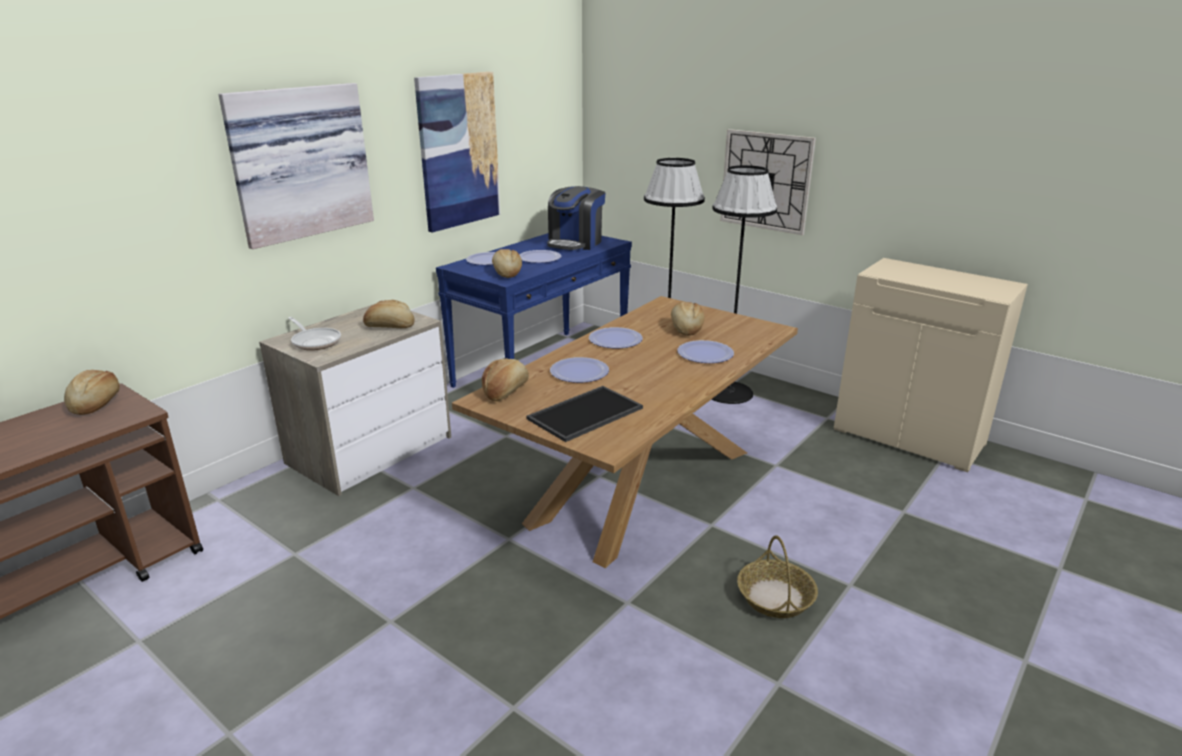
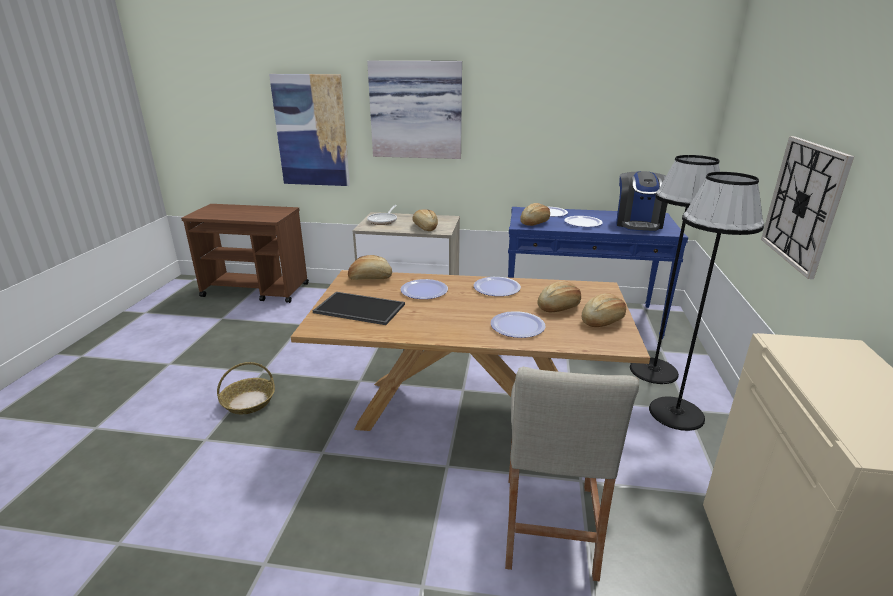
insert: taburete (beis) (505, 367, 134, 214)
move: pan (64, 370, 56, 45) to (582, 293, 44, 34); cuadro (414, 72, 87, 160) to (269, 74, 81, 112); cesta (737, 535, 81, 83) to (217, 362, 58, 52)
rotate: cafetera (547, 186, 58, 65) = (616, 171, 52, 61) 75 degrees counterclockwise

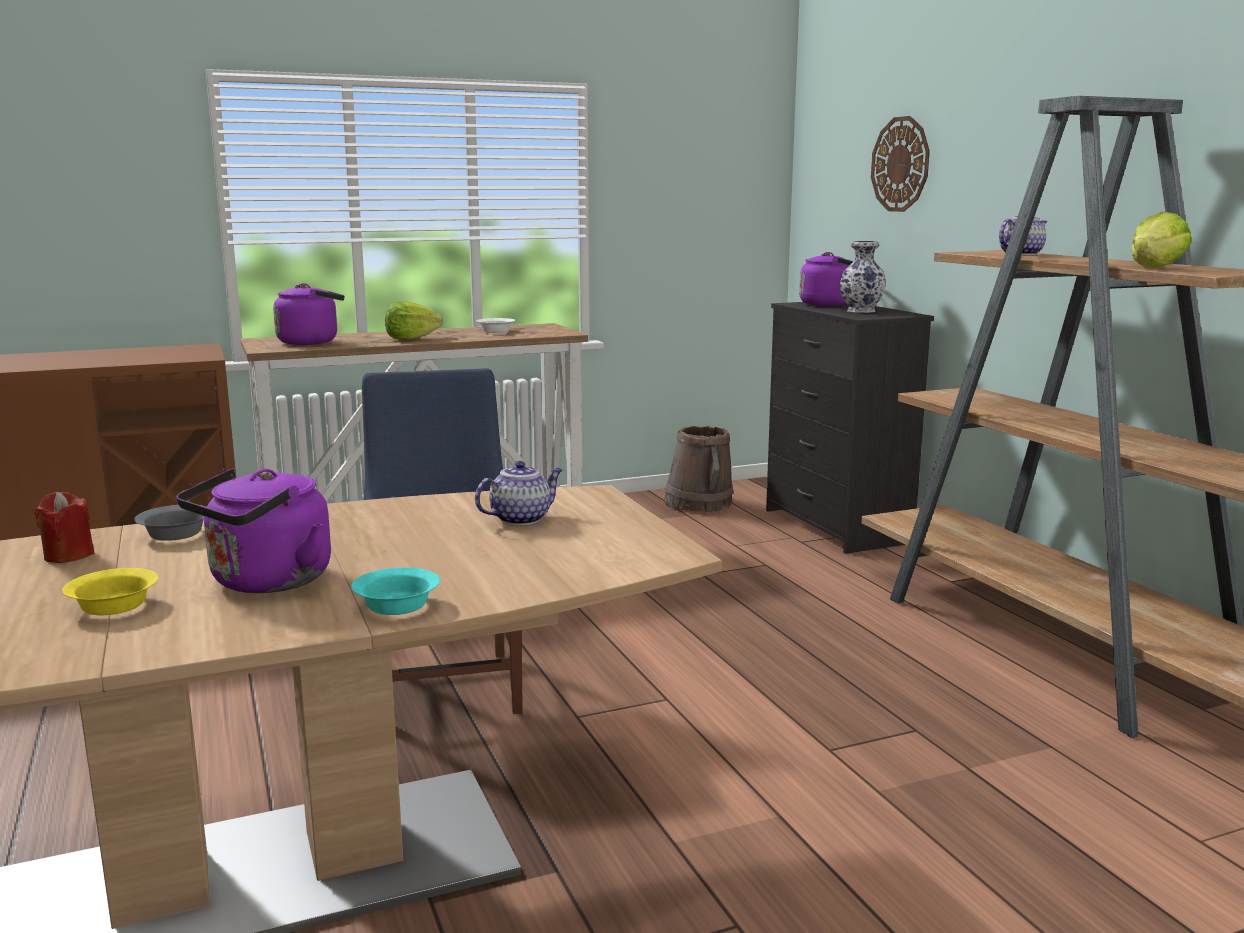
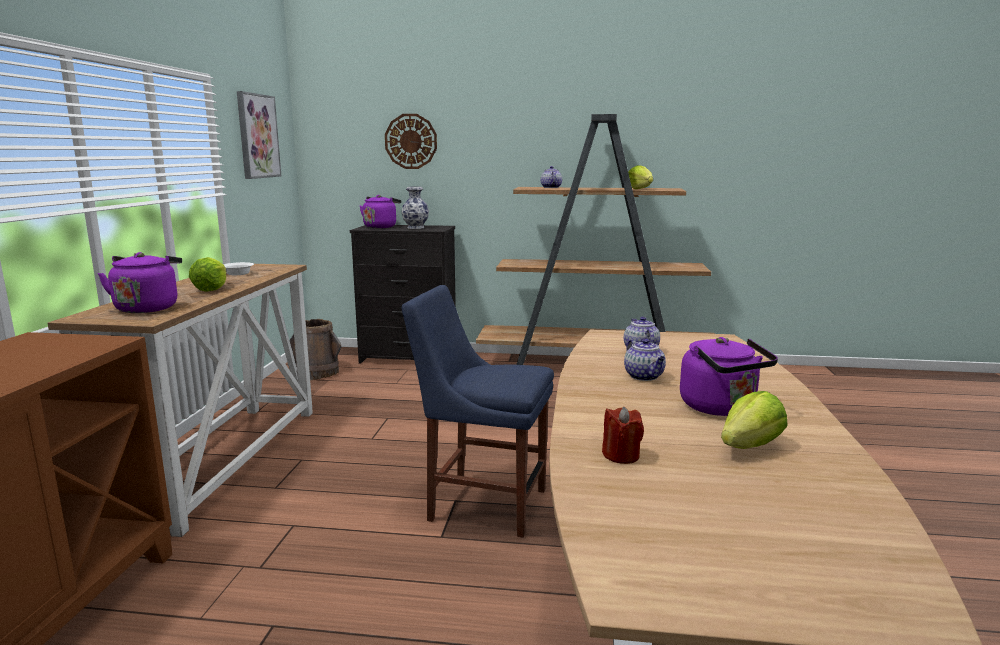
delete: cuenco (gris) (134, 505, 73, 36); cuenco (turquesa) (351, 567, 89, 48)
insert: cuadro (237, 91, 44, 88); tetera (624, 339, 42, 42)
replace: cuenco (amarillo) (62, 568, 96, 47) to lechuga (721, 391, 67, 58)

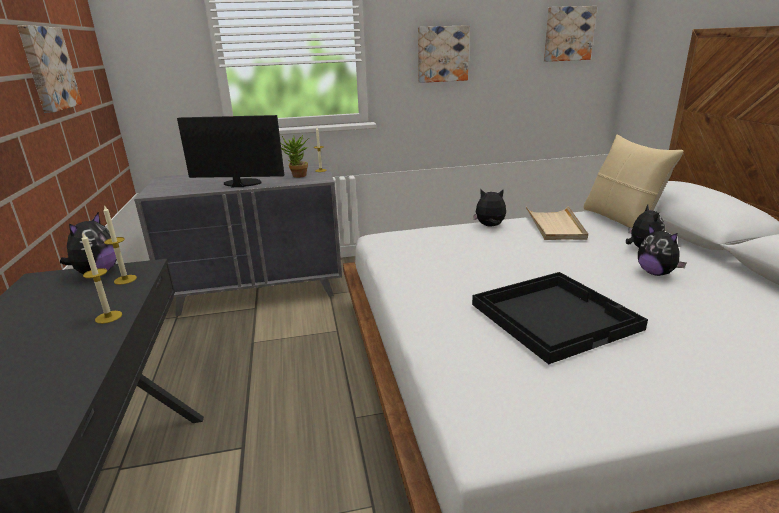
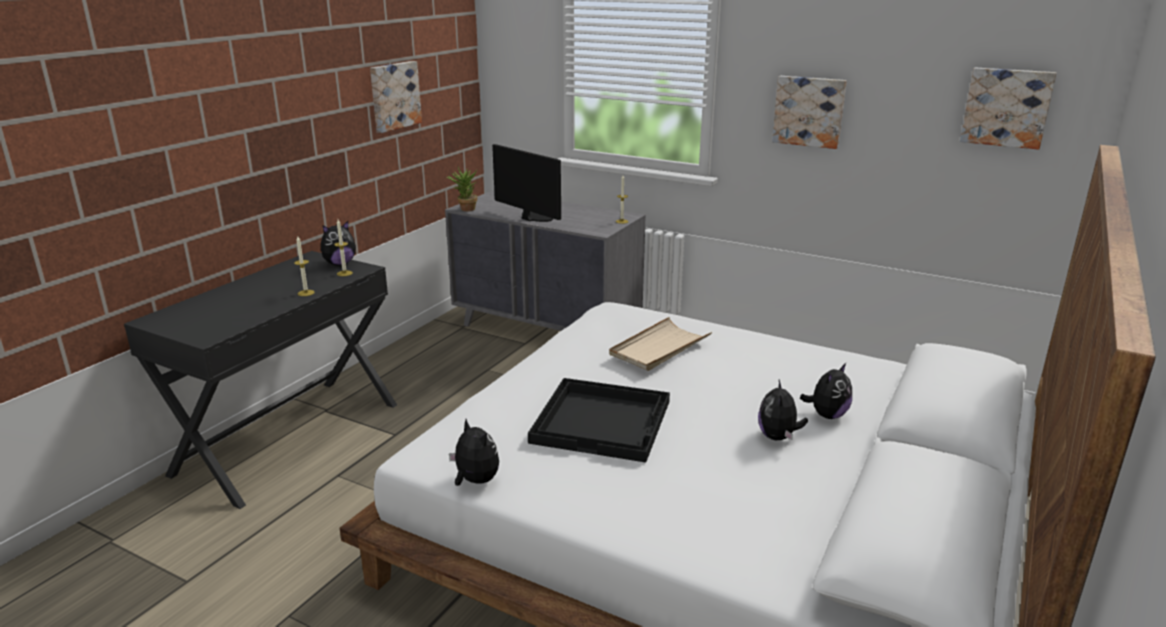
delete: cojín (beis) (584, 135, 100, 93)
move: planta en maceta (281, 135, 28, 43) to (446, 167, 31, 44); peluche (473, 189, 33, 37) to (449, 419, 50, 67); bandeja (beis) (526, 206, 62, 34) to (609, 317, 103, 54)

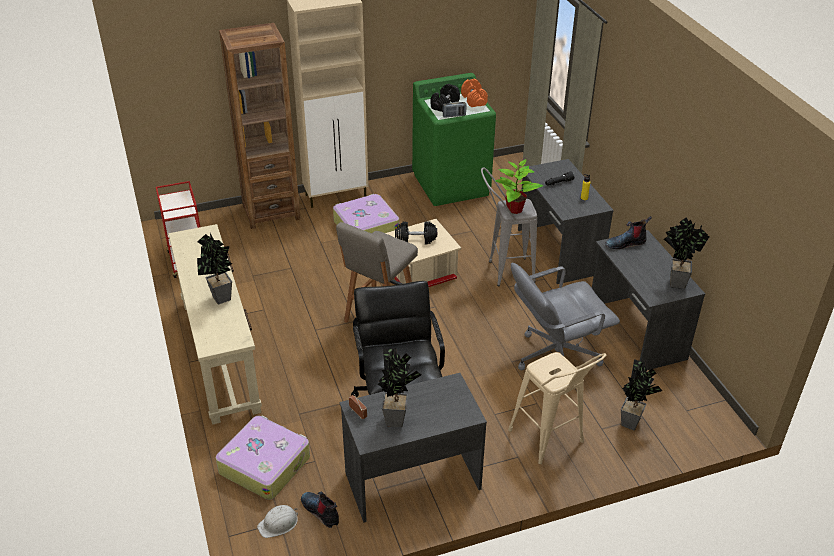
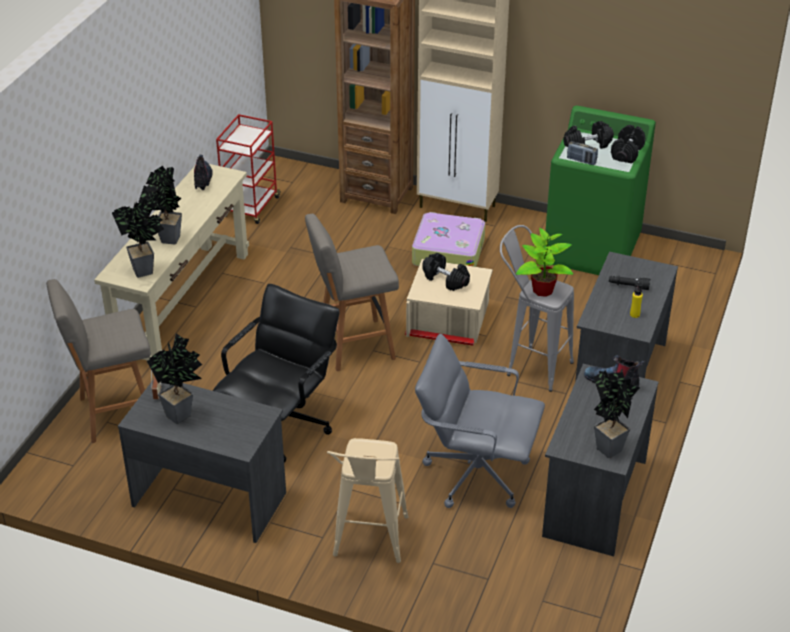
delete: casco (blanco) (257, 505, 41, 33)
move: bota (301, 491, 38, 37) to (194, 155, 19, 35); planta en maceta (621, 359, 41, 71) to (112, 196, 52, 82)
replace: maleta (216, 415, 94, 85) to taburete (gris) (46, 279, 105, 164)
recolor: mancuerna (naranja) (461, 79, 27, 28) to mancuerna (negro) (611, 125, 34, 39)

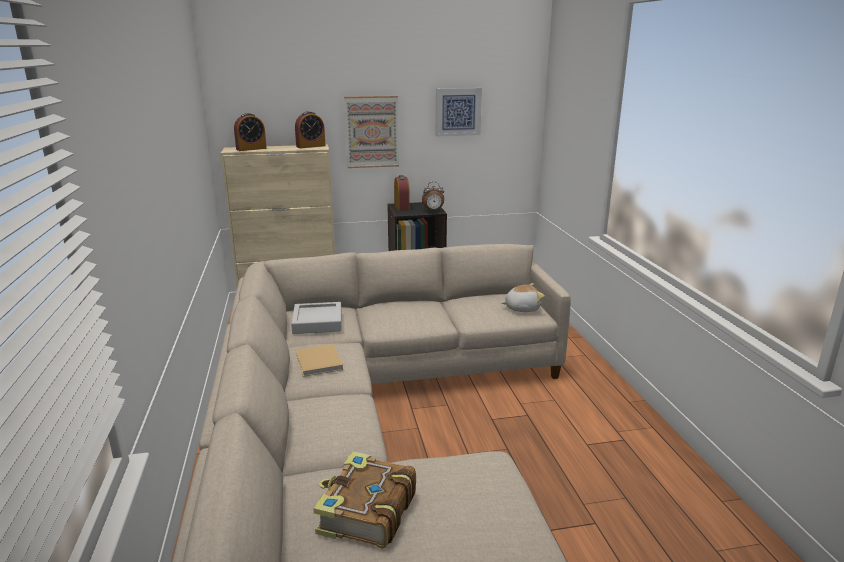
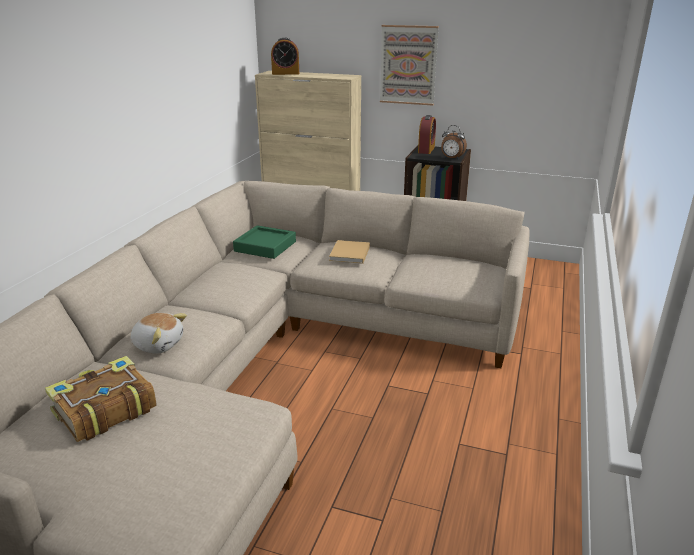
delete: despertador (295, 111, 30, 37); cuadro (436, 88, 46, 48)
move: libro (beis) (296, 344, 47, 33) to (329, 240, 41, 24); peluche (502, 283, 43, 29) to (130, 313, 57, 41)
recolor: bandeja (gris) (291, 302, 51, 32) to bandeja (verde) (233, 225, 63, 34)

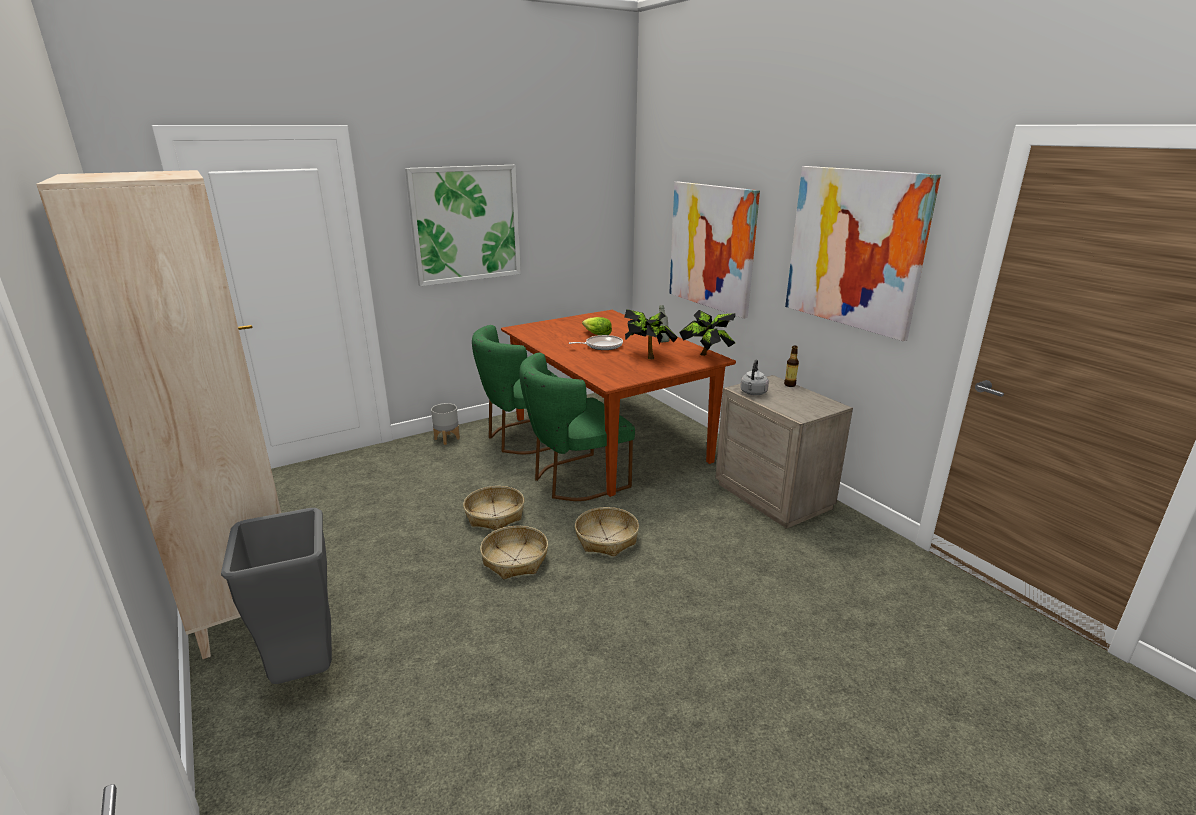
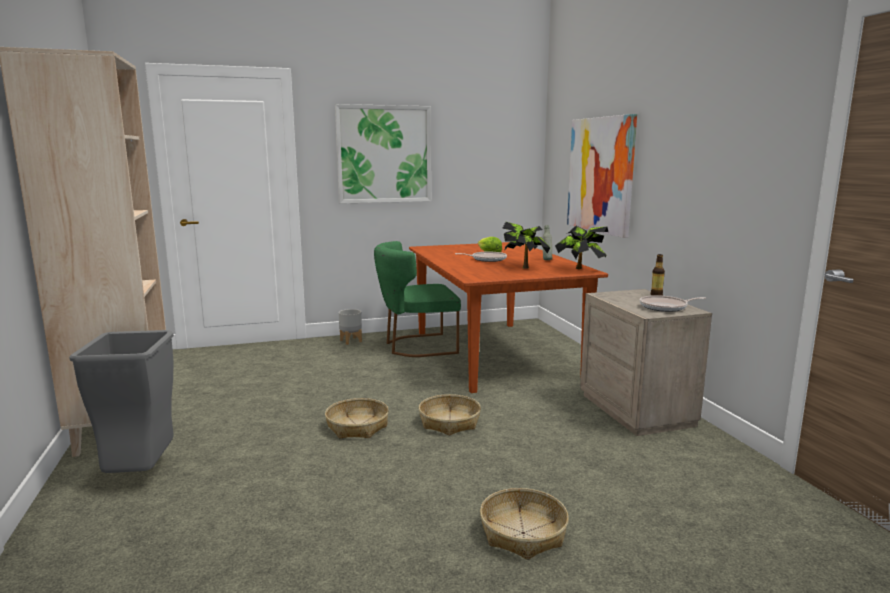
delete: silla (verde) (519, 353, 116, 148); hervidor (gris) (740, 359, 29, 36); cuadro (785, 166, 156, 175)
insert: sartén (640, 295, 66, 17)
move: cesta (463, 486, 61, 44) to (480, 488, 89, 72)

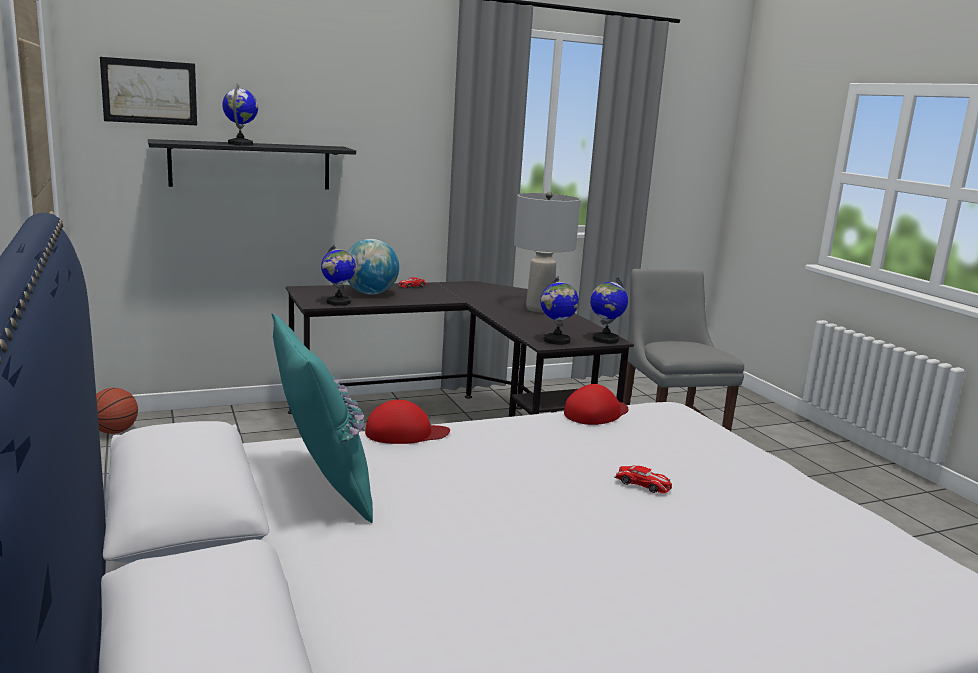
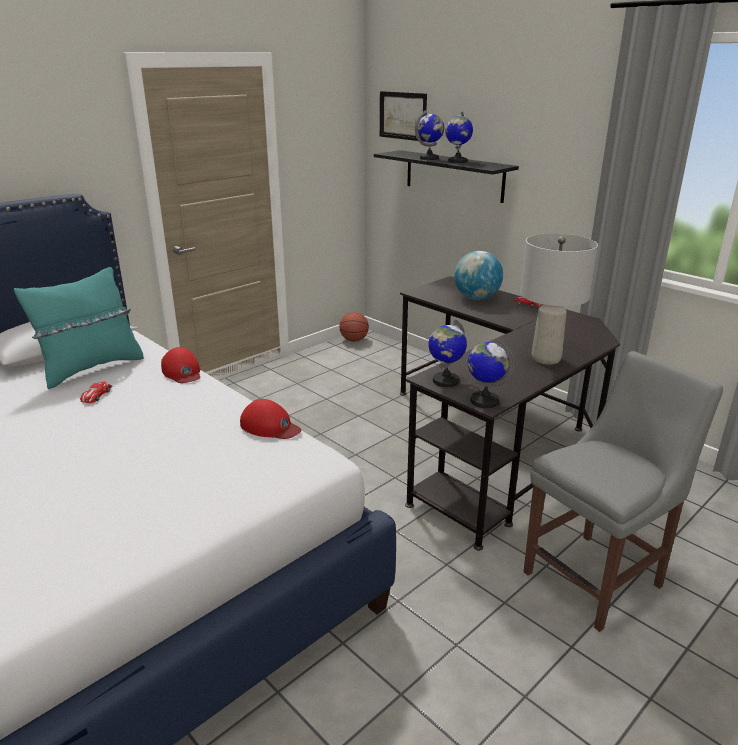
move: globo terráqueo (321, 244, 35, 62) to (445, 111, 28, 52); coche de juguete (614, 465, 58, 28) to (80, 381, 32, 22)

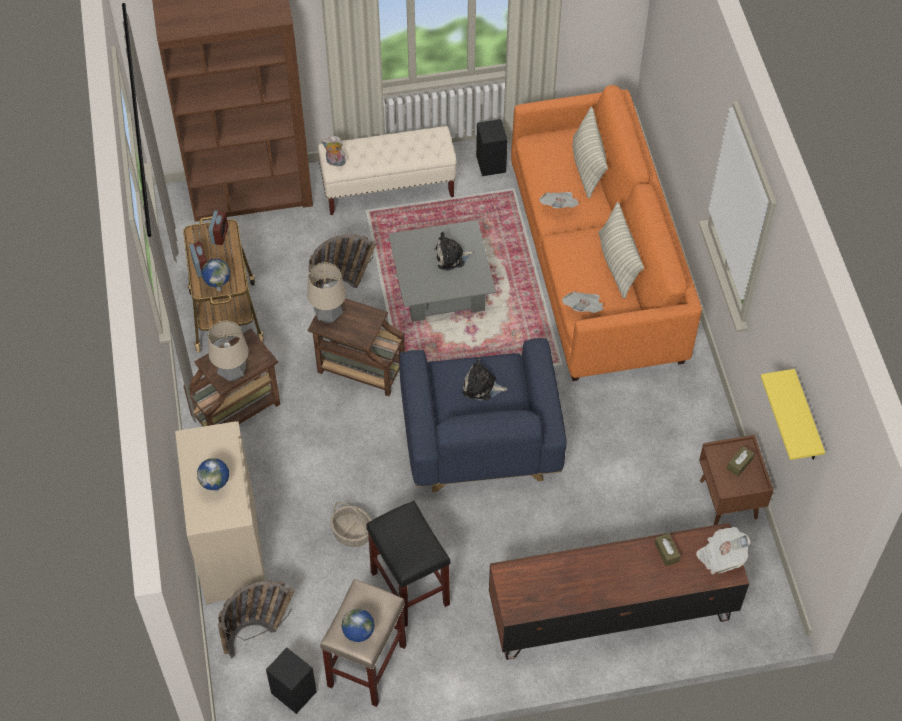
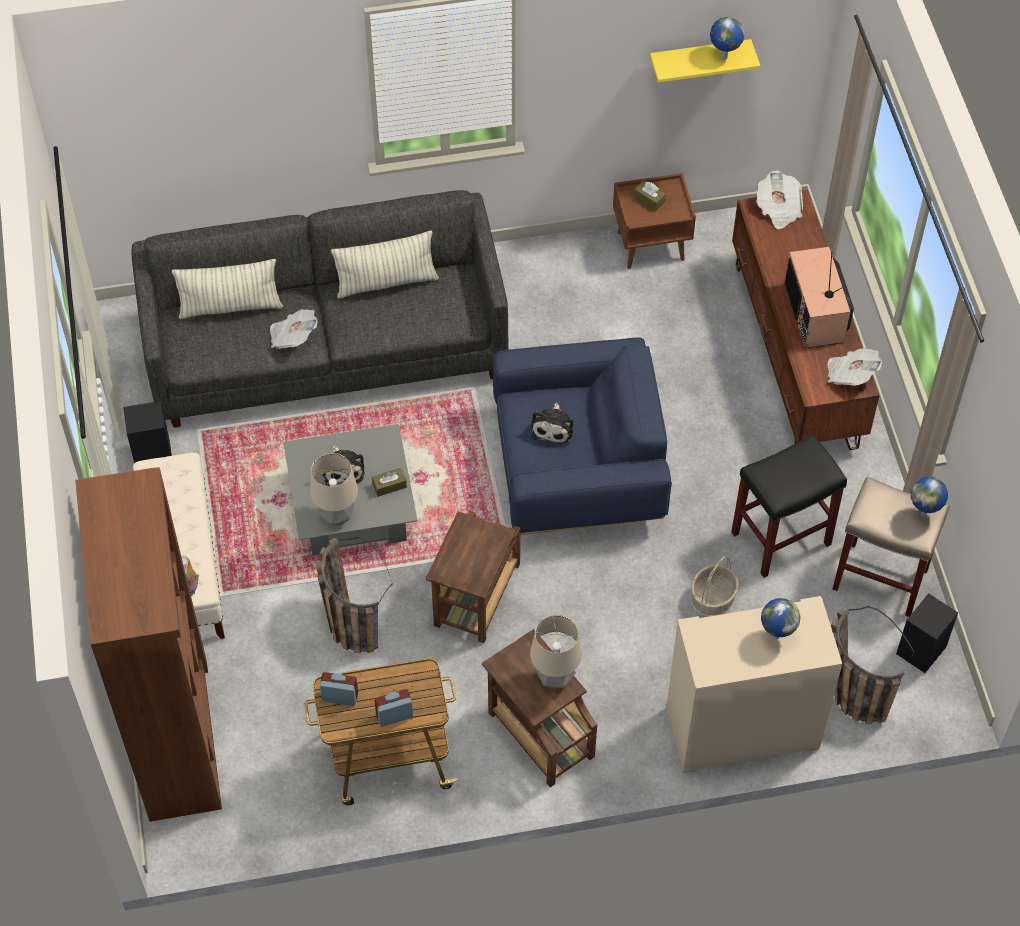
insert: televisor (785, 247, 69, 101)
move: globo terráqueo (202, 259, 28, 32) to (710, 17, 35, 43); lámpara de mesa (307, 263, 39, 60) to (310, 453, 48, 72); periódico (562, 291, 42, 22) to (828, 348, 54, 38); caja de pañuelos (marrón) (655, 533, 26, 33) to (372, 468, 35, 29)
recolor: sofá (naranja) (511, 85, 191, 296) to sofá (gris) (131, 190, 377, 238)

